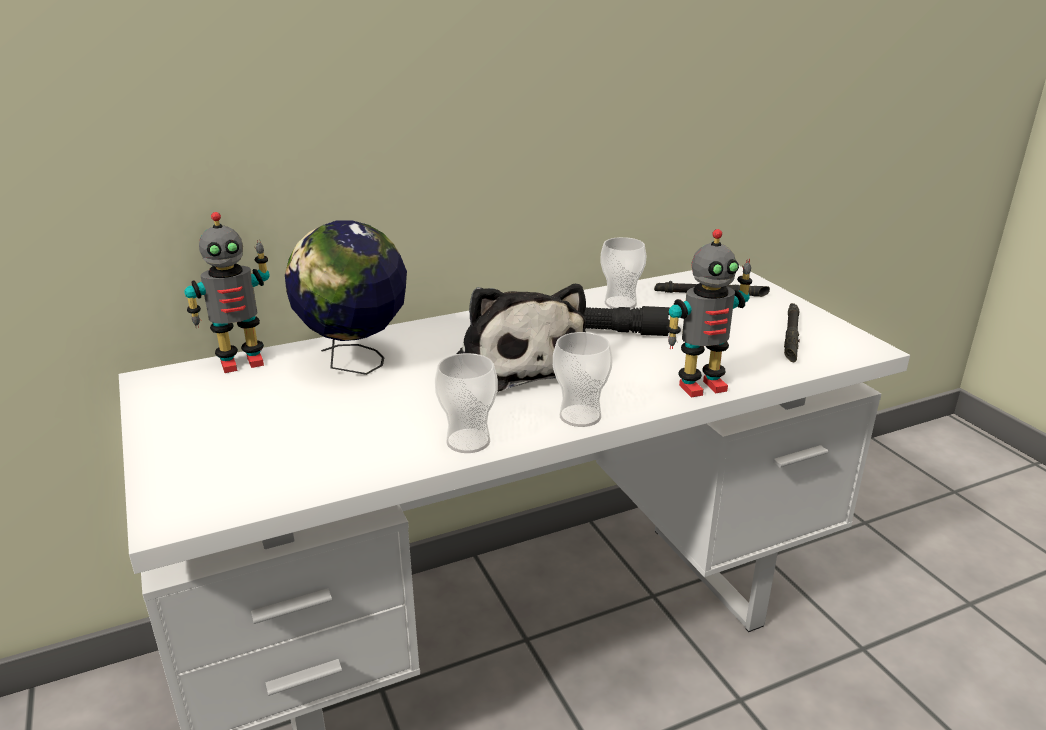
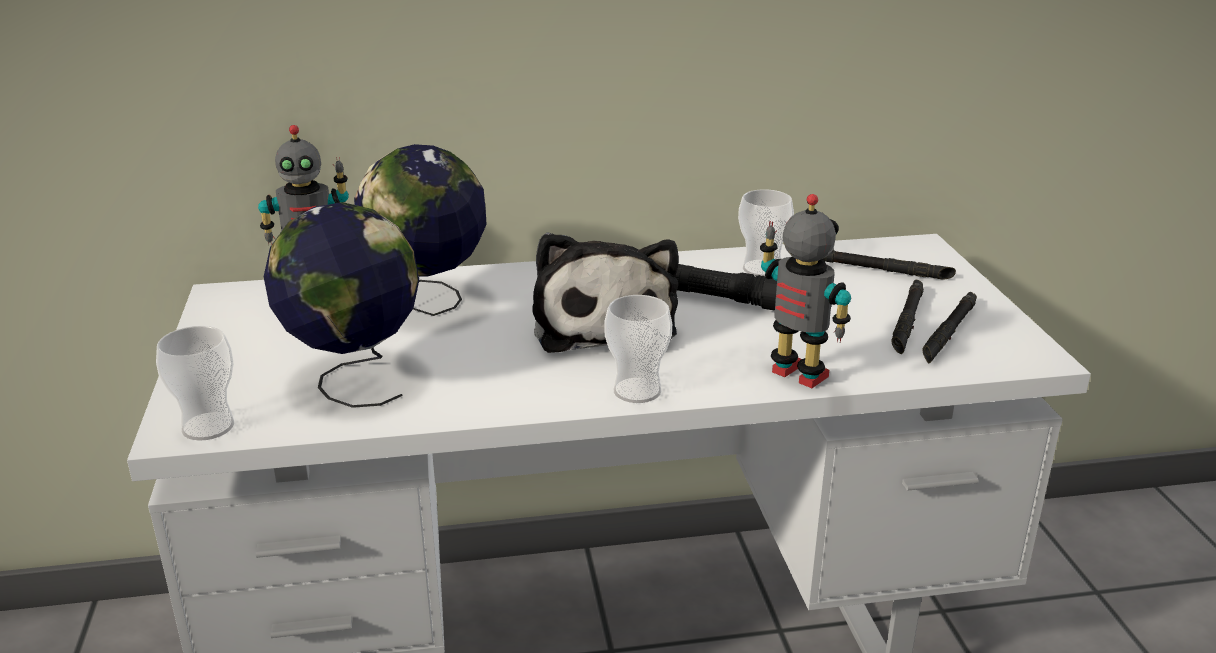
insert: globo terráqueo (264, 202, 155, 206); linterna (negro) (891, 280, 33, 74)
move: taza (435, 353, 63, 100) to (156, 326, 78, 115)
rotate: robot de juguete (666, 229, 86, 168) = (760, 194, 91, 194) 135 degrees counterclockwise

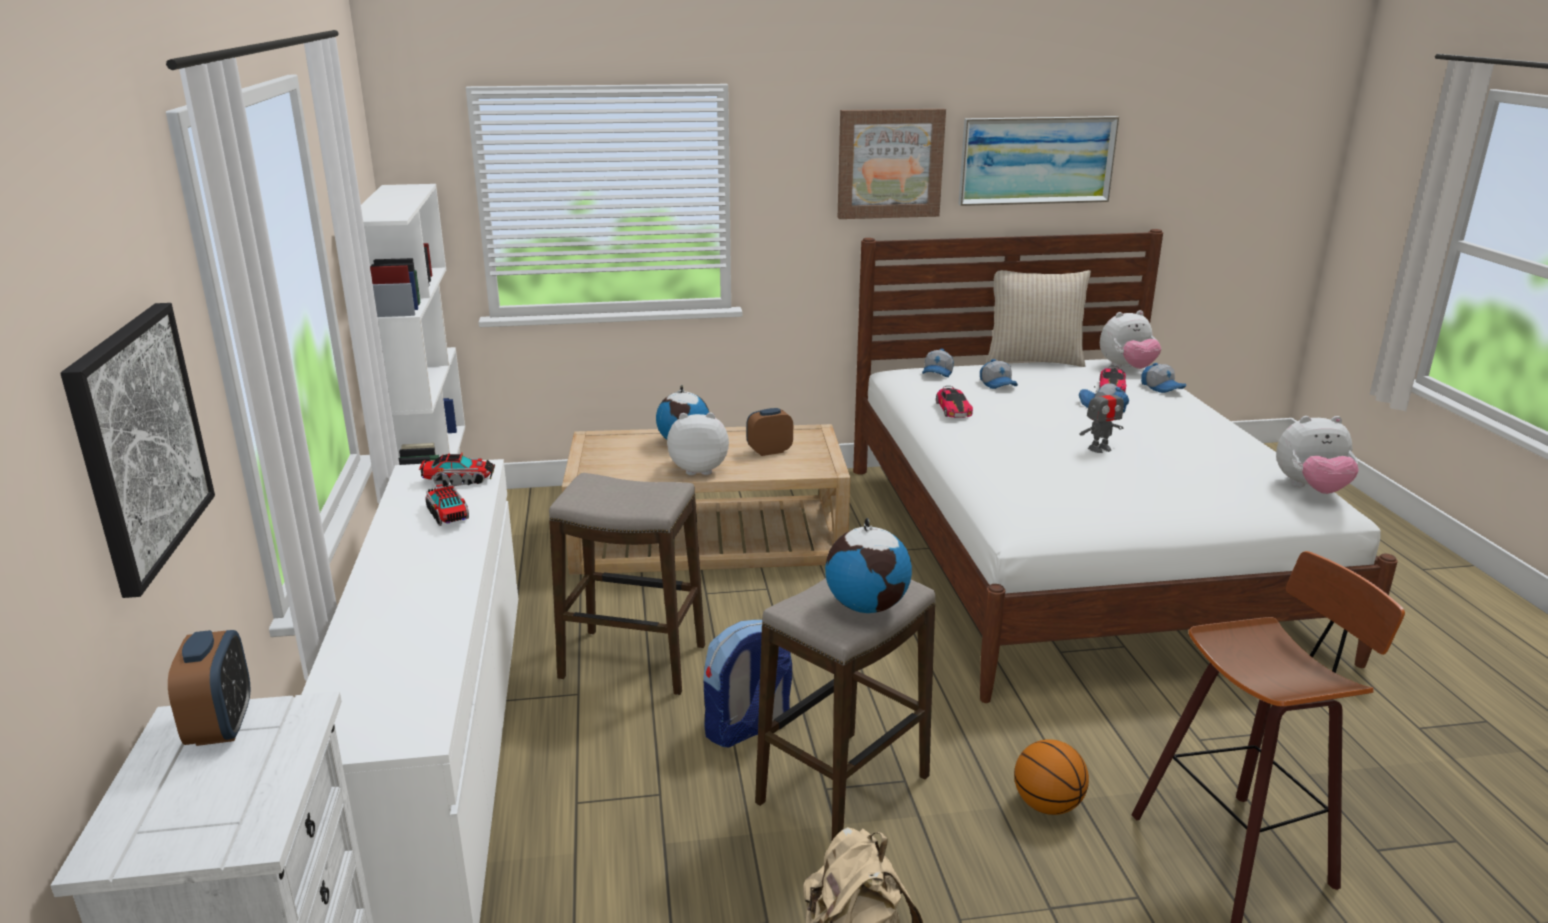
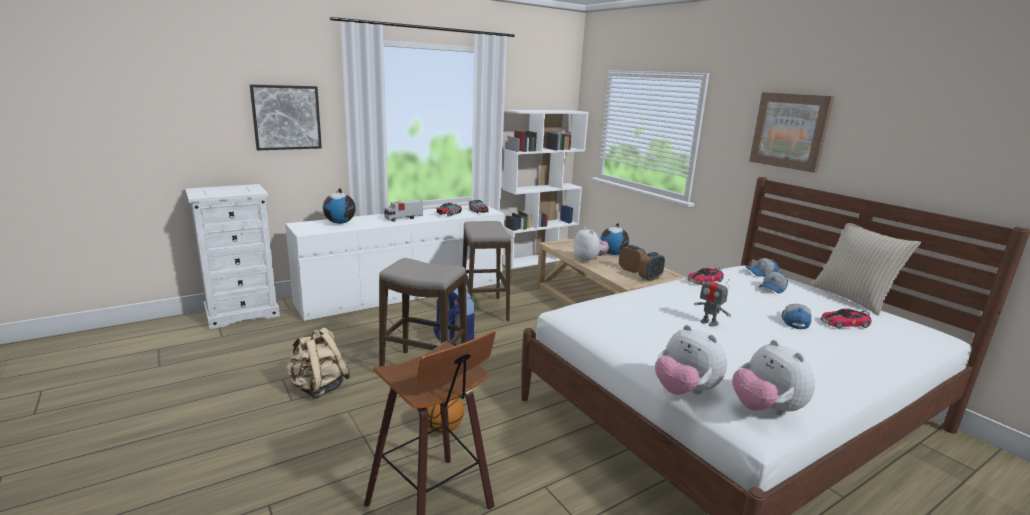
delete: cuadro (958, 116, 161, 90); gorra (1141, 363, 46, 30)
insert: camión de juguete (384, 199, 39, 23)
move: despertador (168, 630, 82, 116) to (638, 252, 27, 29); globo terráqueo (825, 518, 87, 95) to (323, 188, 33, 36); peluche (1100, 310, 61, 59) to (655, 325, 72, 70)

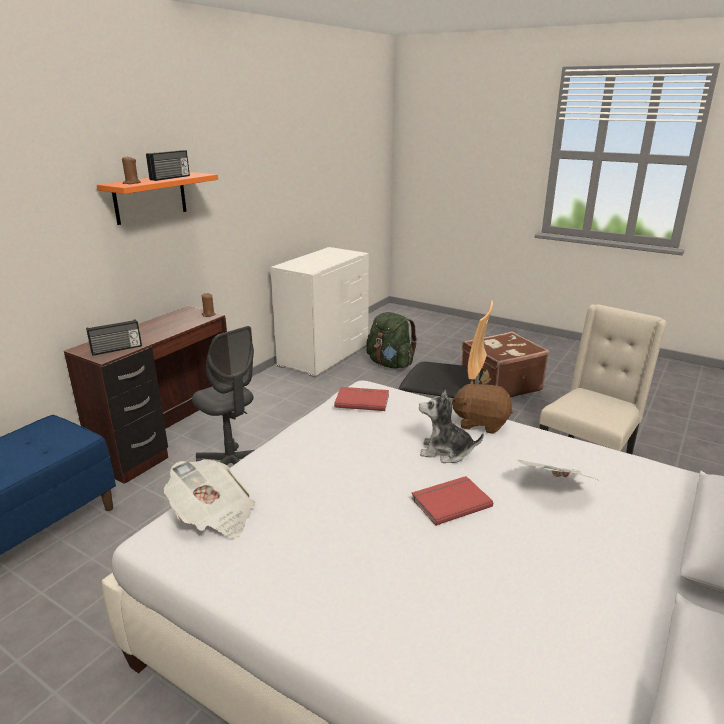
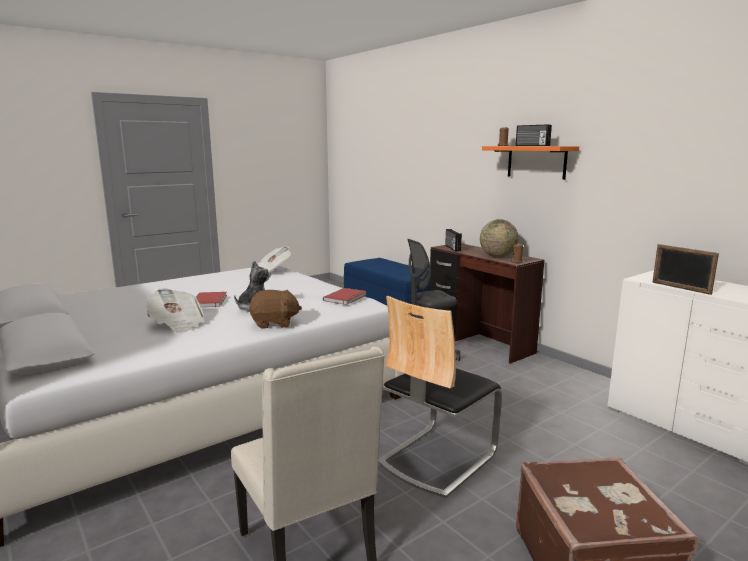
delete: mochila (verde) (366, 312, 51, 56)
insert: globo terráqueo (480, 219, 39, 38); portarretratos (652, 244, 67, 51)
rotate: peluche (marrón) (452, 380, 61, 54) = (249, 290, 53, 39) 45 degrees clockwise

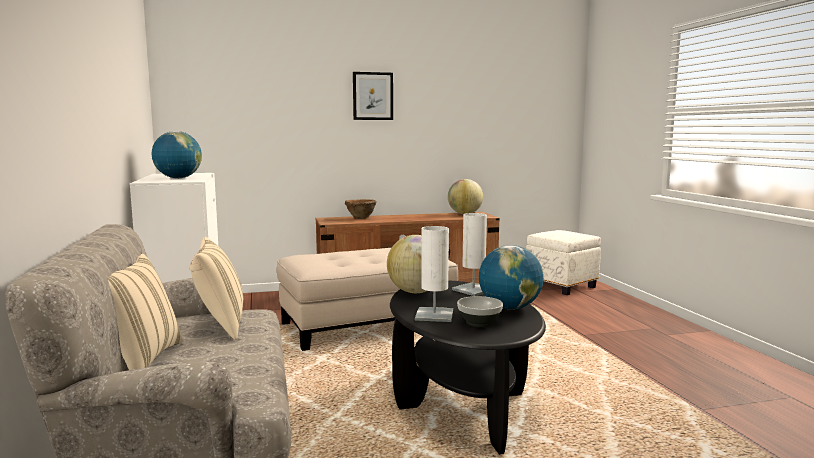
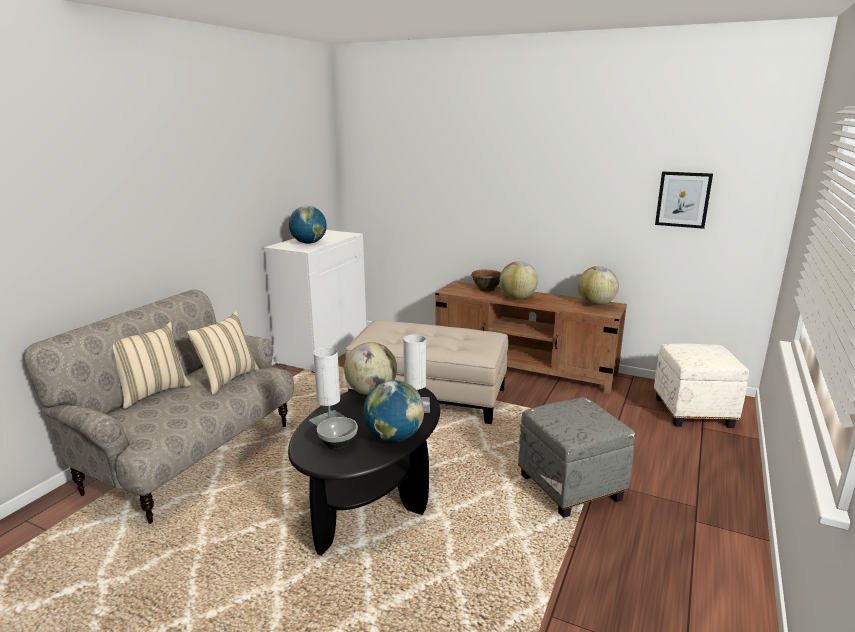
insert: globo terráqueo (500, 261, 38, 39); puf (gris) (518, 398, 117, 120)
move: cuadro (353, 72, 40, 48) to (655, 171, 58, 58)

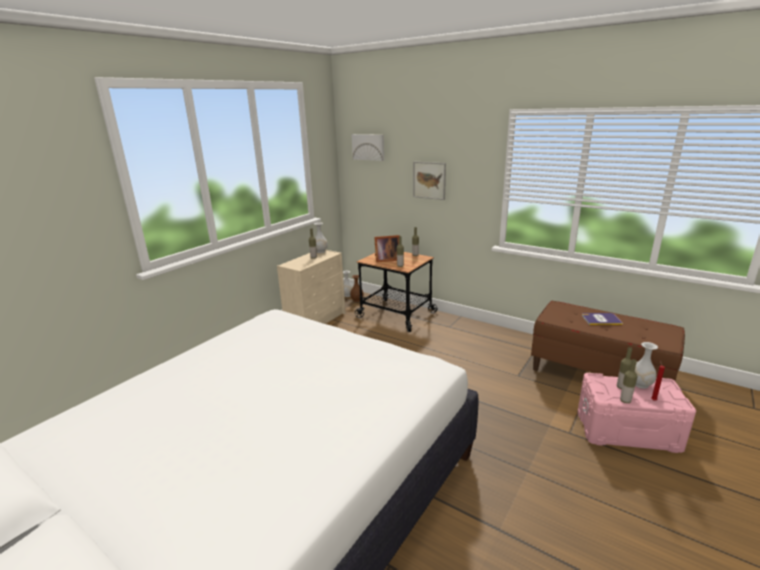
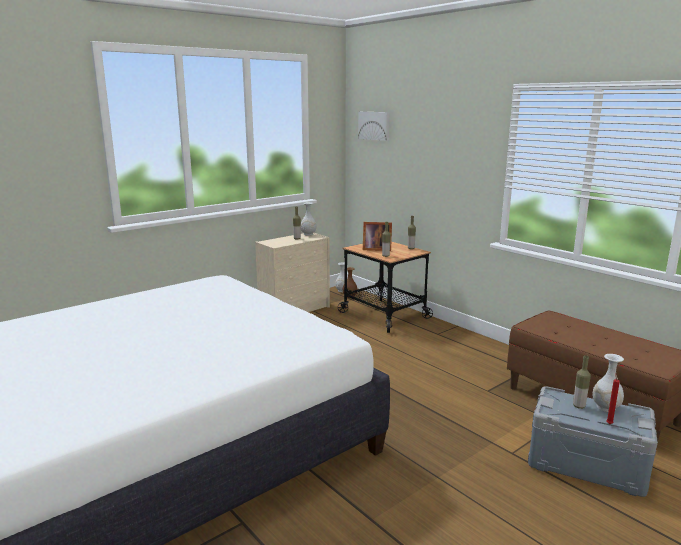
delete: cuadro (413, 162, 33, 38); libro (582, 313, 41, 12); botella (620, 359, 17, 44)
recolor: caja de almacenaje (rosa) (578, 373, 118, 80) to caja de almacenaje (gris) (528, 386, 130, 111)

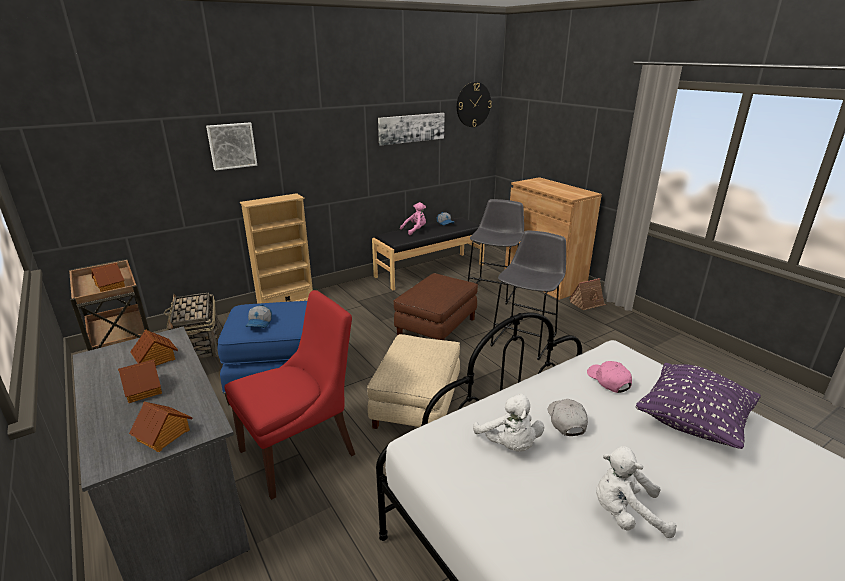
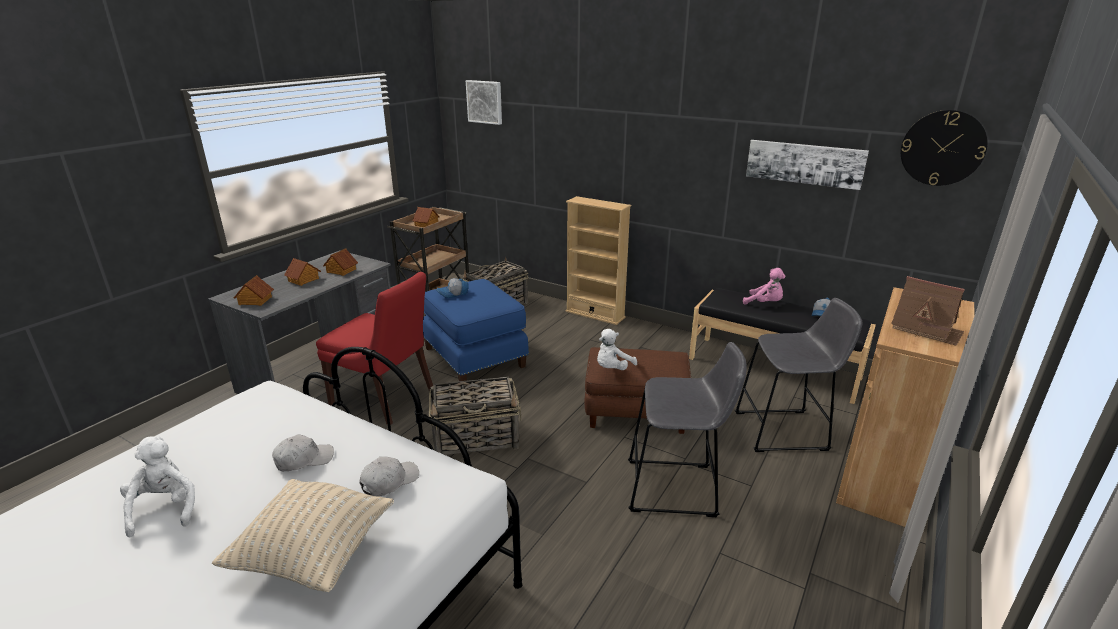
move: cuadro (206, 122, 51, 49) to (466, 80, 36, 45); peluche (blanco) (473, 393, 71, 59) to (597, 329, 40, 41); casita (569, 278, 37, 32) to (891, 276, 74, 70)
replace: puf (beis) (367, 334, 93, 95) to cesta (429, 377, 92, 78)
recolor: gorra (rosa) (587, 361, 45, 32) to gorra (blanco) (359, 457, 60, 40); cojín (morado) (636, 363, 125, 86) to cojín (beis) (212, 479, 182, 113)

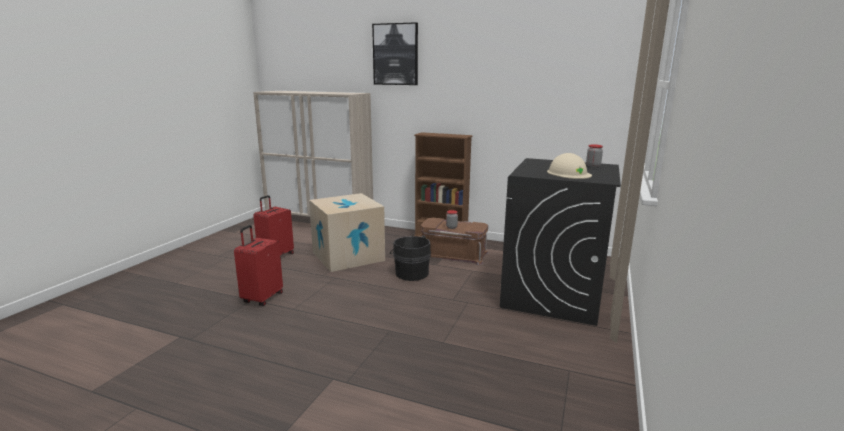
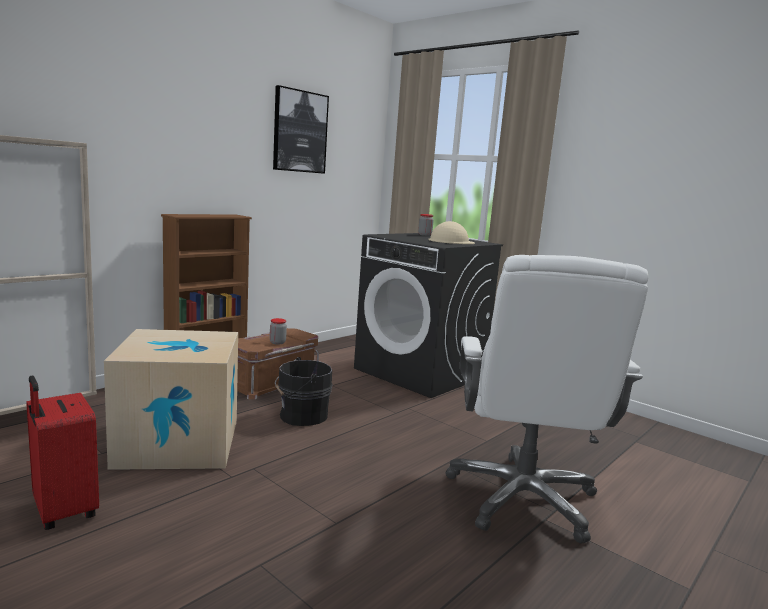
delete: maleta (rojo) (234, 225, 49, 81)
insert: silla de oficina (blanco) (445, 255, 203, 289)
move: cuadro (372, 22, 46, 63) to (273, 85, 56, 89)

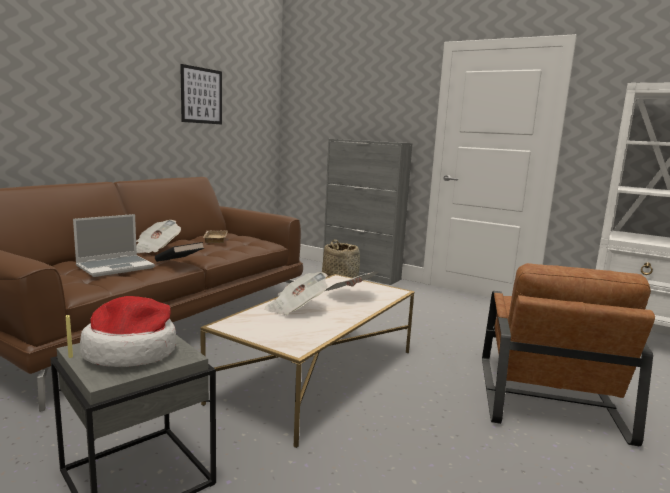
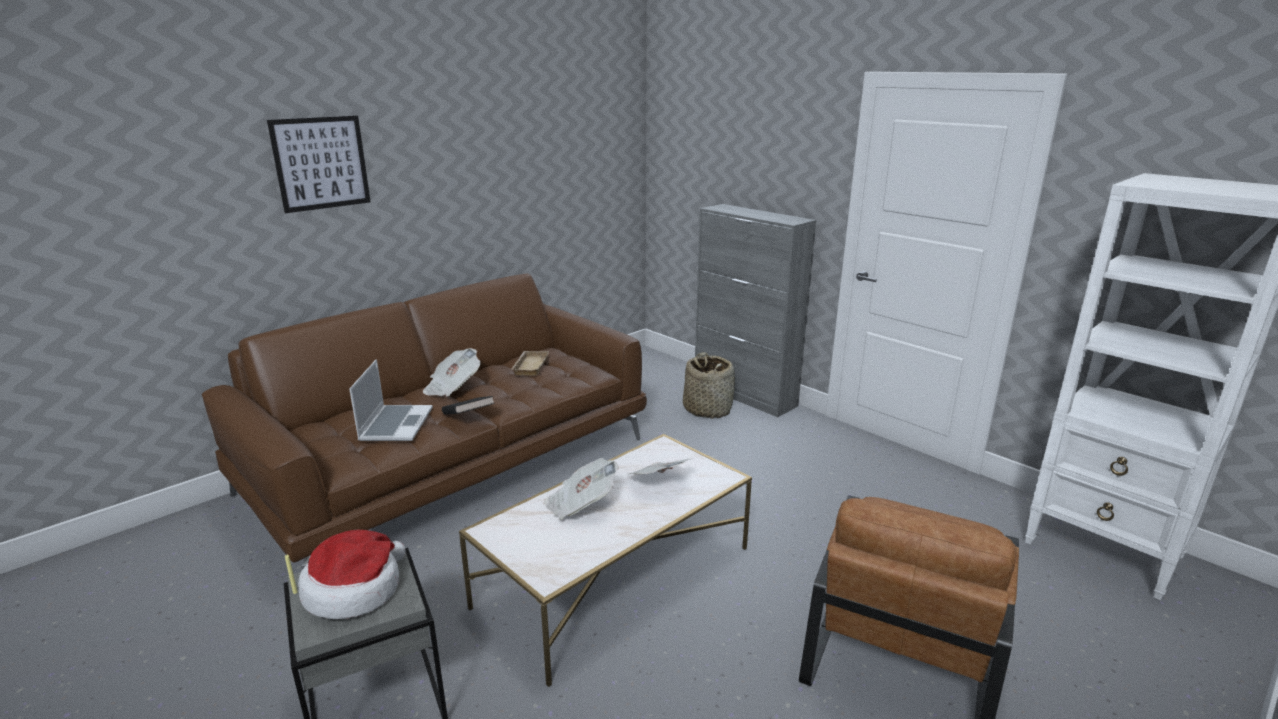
move: cuadro (180, 64, 42, 60) to (267, 116, 104, 97)
rotate: portátil (73, 214, 82, 63) = (349, 359, 84, 82) 60 degrees counterclockwise

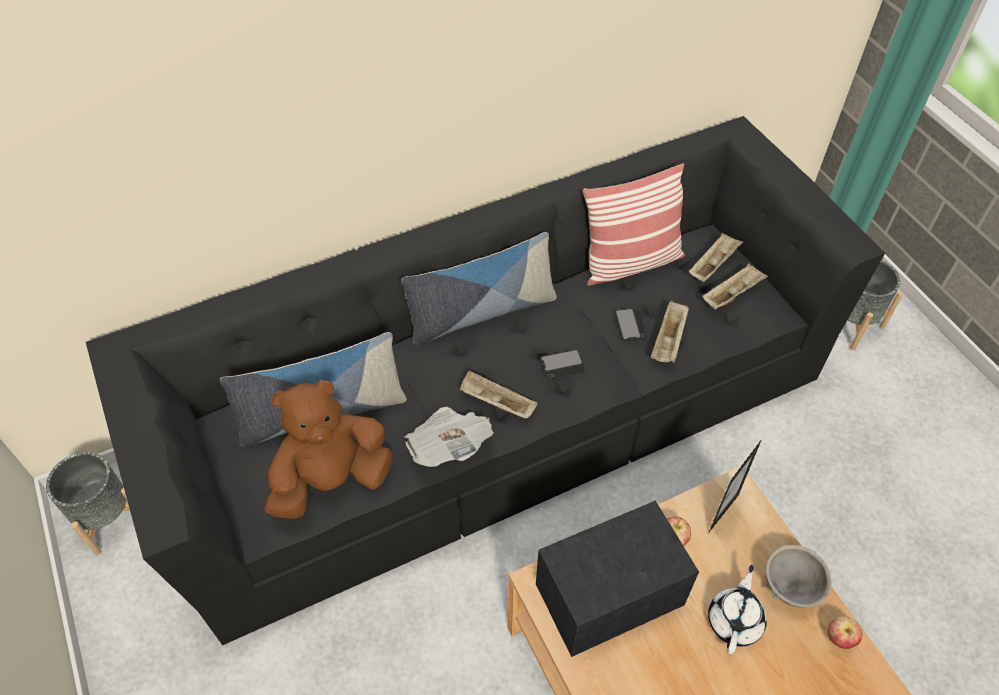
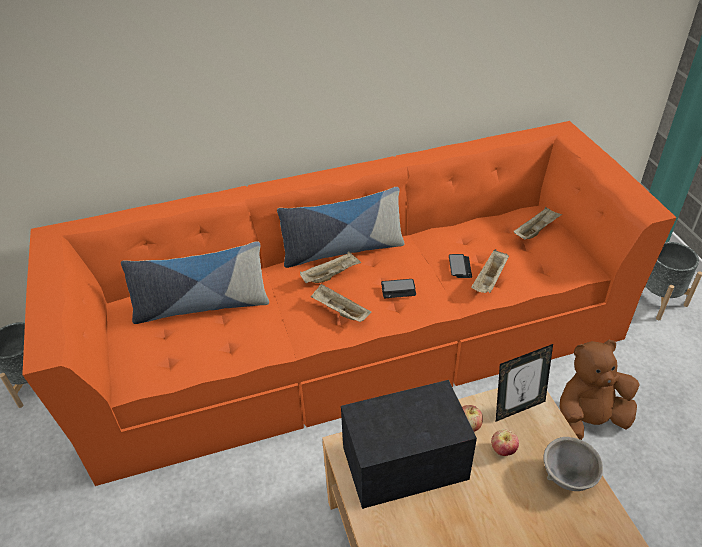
delete: periódico (405, 407, 89, 60); cojín (583, 163, 102, 123); tetera (blanco) (708, 565, 59, 89)
move: peluche (marrón) (264, 380, 129, 139) to (560, 340, 80, 100); bandeja (beis) (703, 264, 65, 45) to (300, 252, 61, 31); manzana (827, 616, 36, 33) to (491, 429, 28, 27)
recolor: sofá (negro) (86, 116, 799, 529) to sofá (naranja) (22, 121, 655, 365)
rotate: portarretratos (709, 439, 53, 93) = (496, 344, 57, 78) 150 degrees counterclockwise

